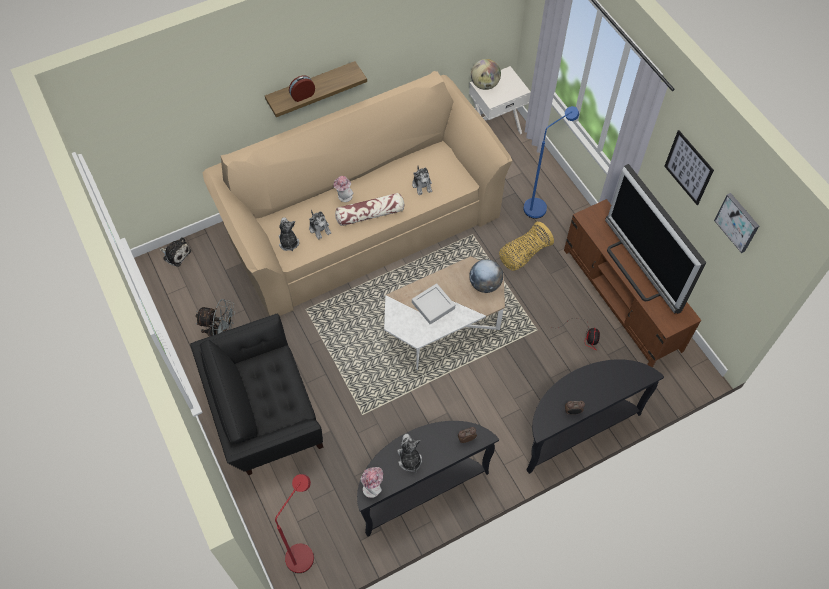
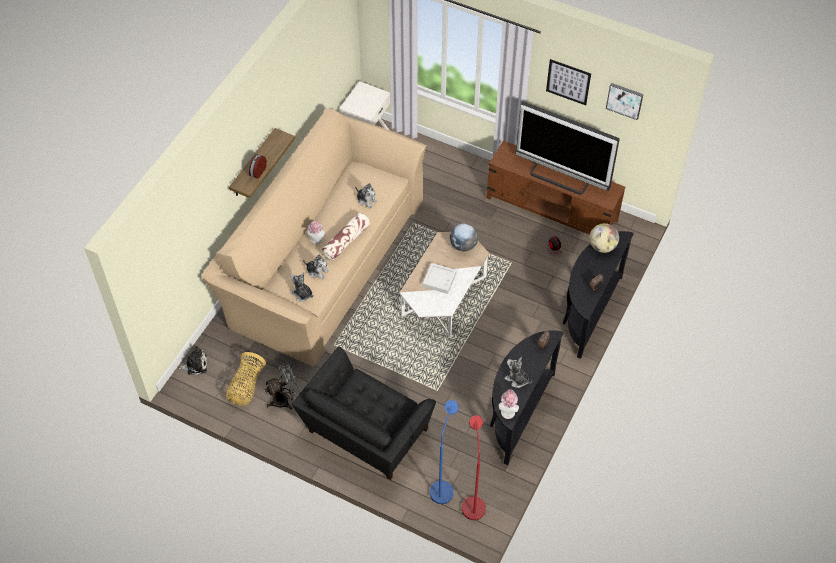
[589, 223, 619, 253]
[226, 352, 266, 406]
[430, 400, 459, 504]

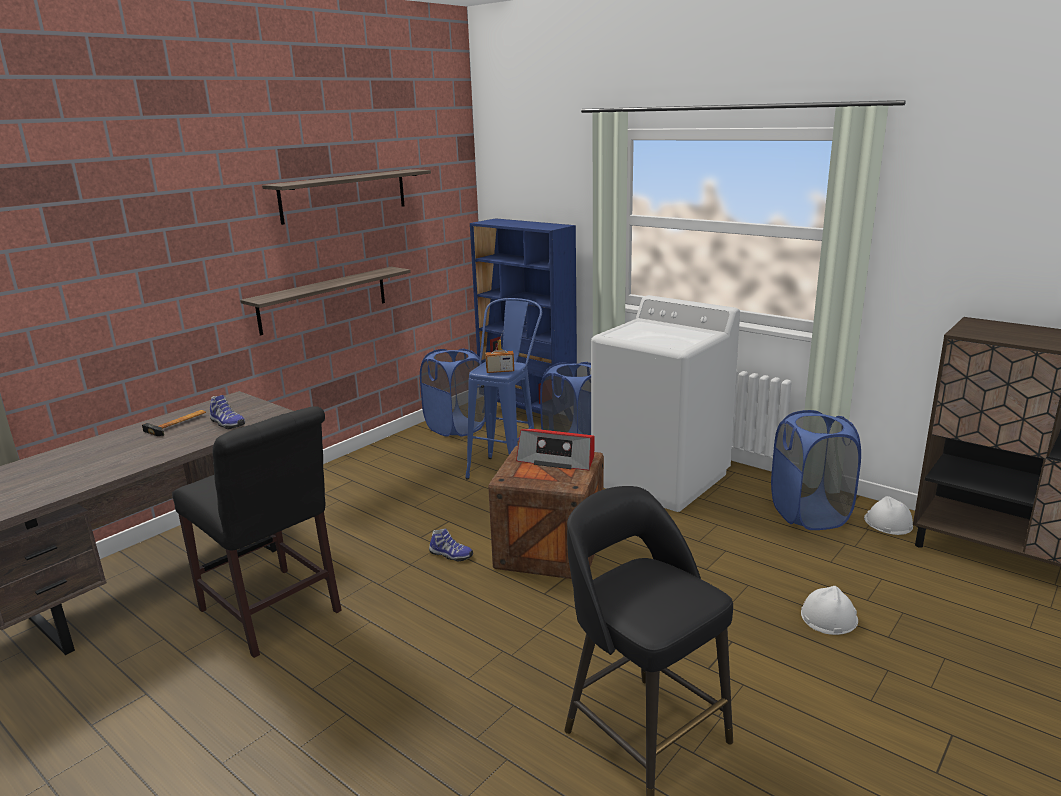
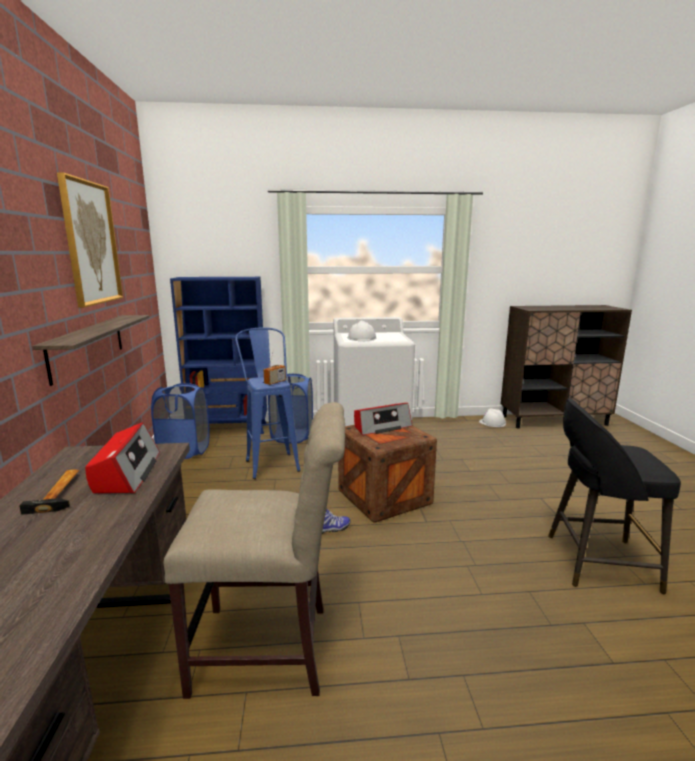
[164, 402, 345, 699]
[85, 422, 160, 493]
[57, 172, 123, 307]
[771, 410, 861, 530] (first image)
[348, 321, 376, 341]

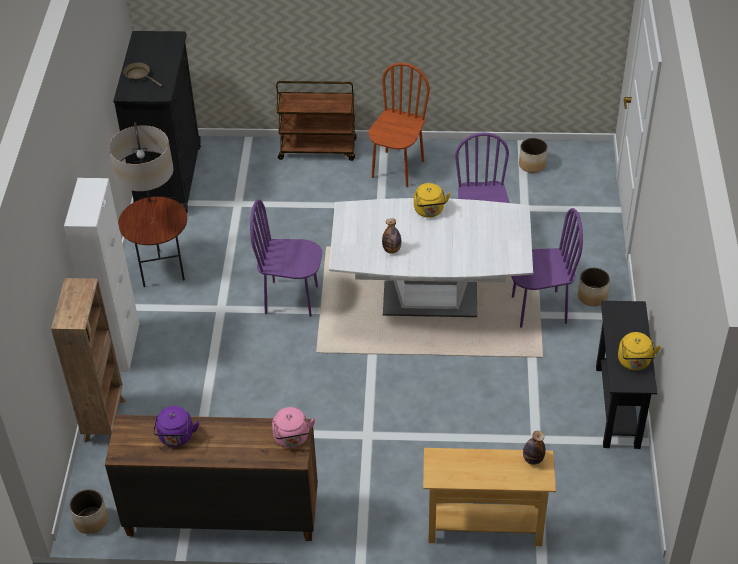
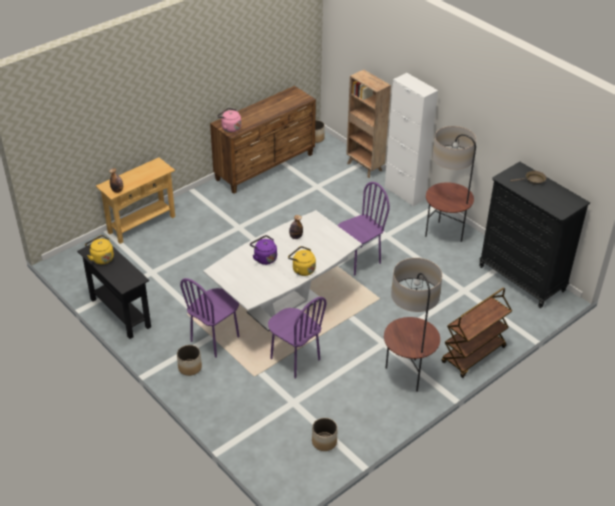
[250, 235, 277, 265]
[384, 258, 442, 392]

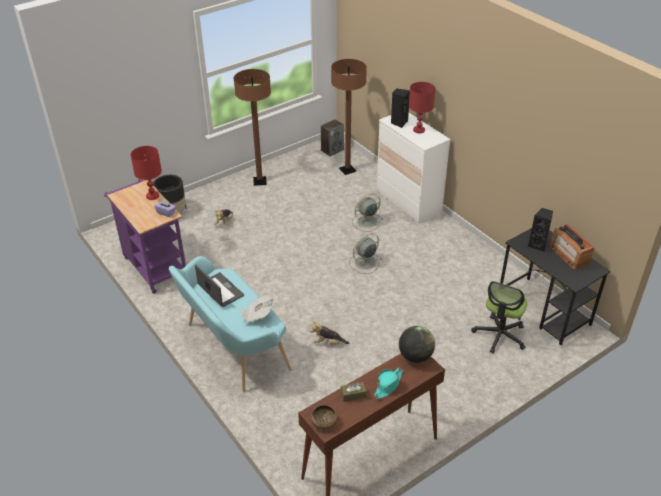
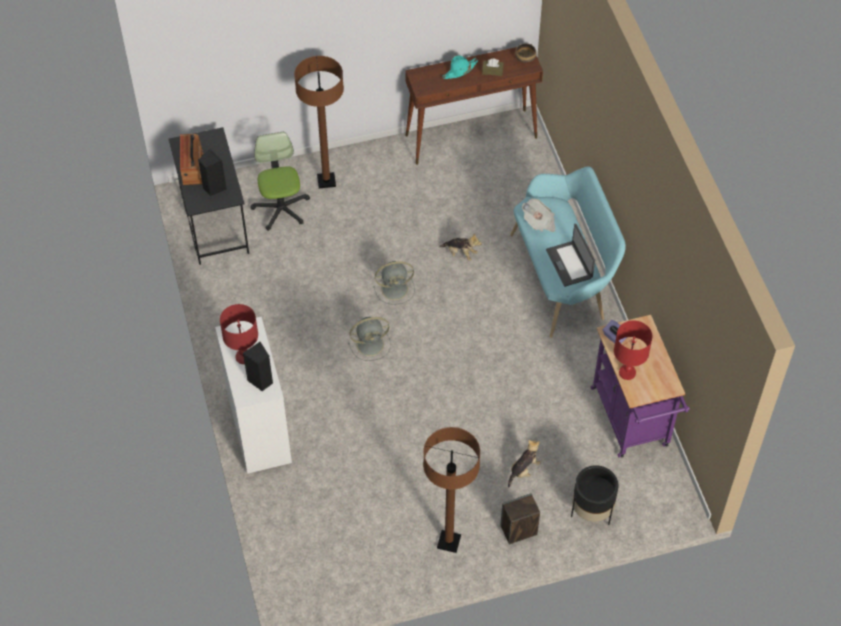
[500, 493, 540, 544]
[294, 56, 344, 189]
[373, 261, 415, 305]
[399, 326, 435, 363] (first image)
[250, 132, 310, 231]

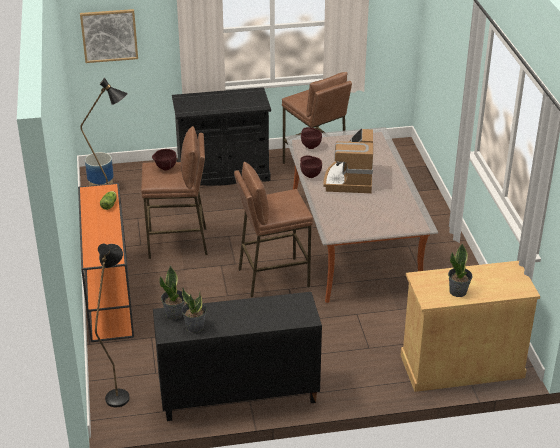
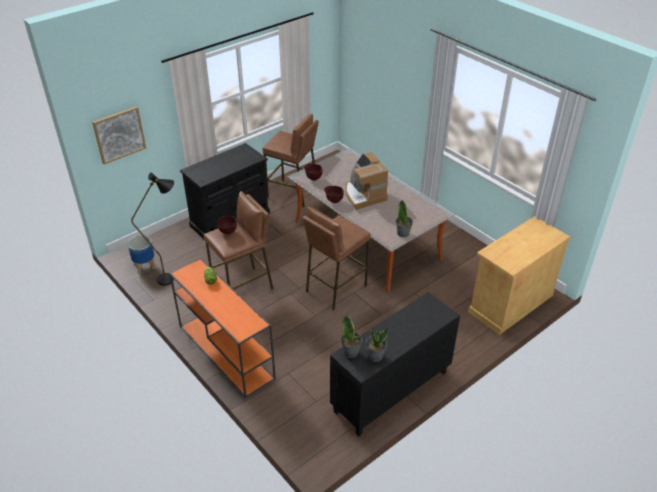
[95, 244, 130, 407] (first image)
[396, 200, 413, 237]

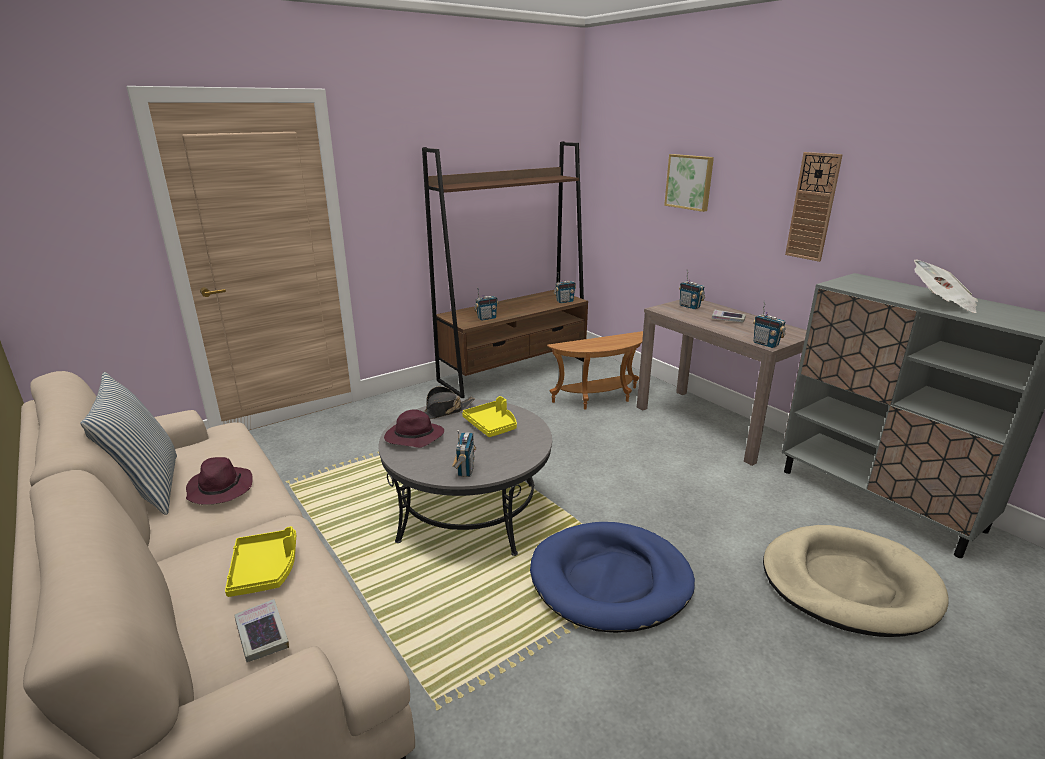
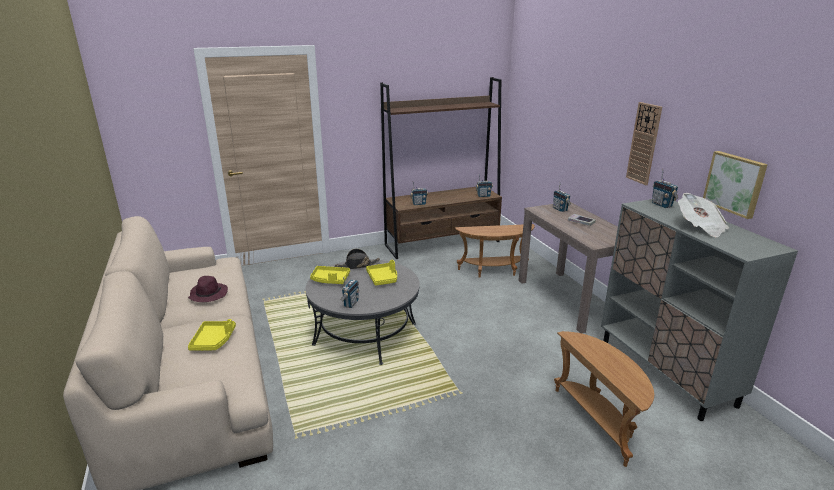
[80, 372, 177, 515] (first image)
[234, 599, 289, 662] (first image)
[310, 266, 350, 284]
[530, 522, 695, 633] (first image)
[703, 151, 768, 219]
[652, 169, 678, 208]
[554, 331, 654, 467]

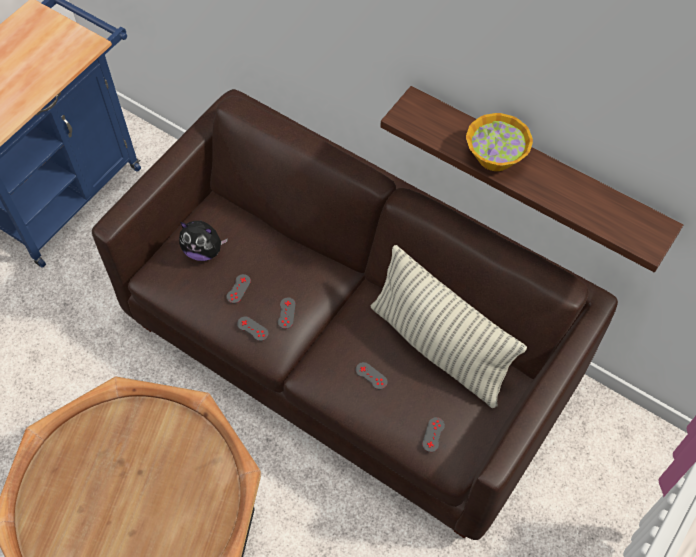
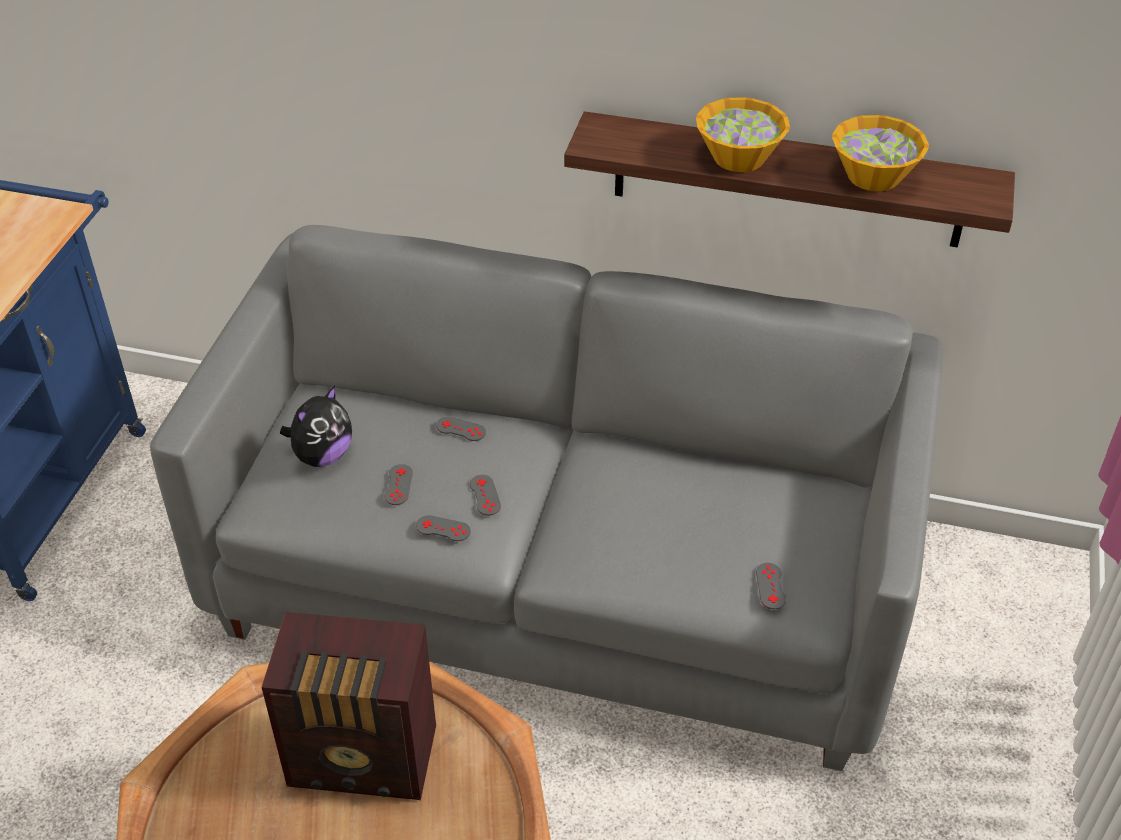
[150, 225, 943, 771]
[280, 385, 352, 467]
[436, 417, 486, 441]
[371, 245, 527, 408] (first image)
[261, 612, 436, 800]
[832, 115, 929, 191]

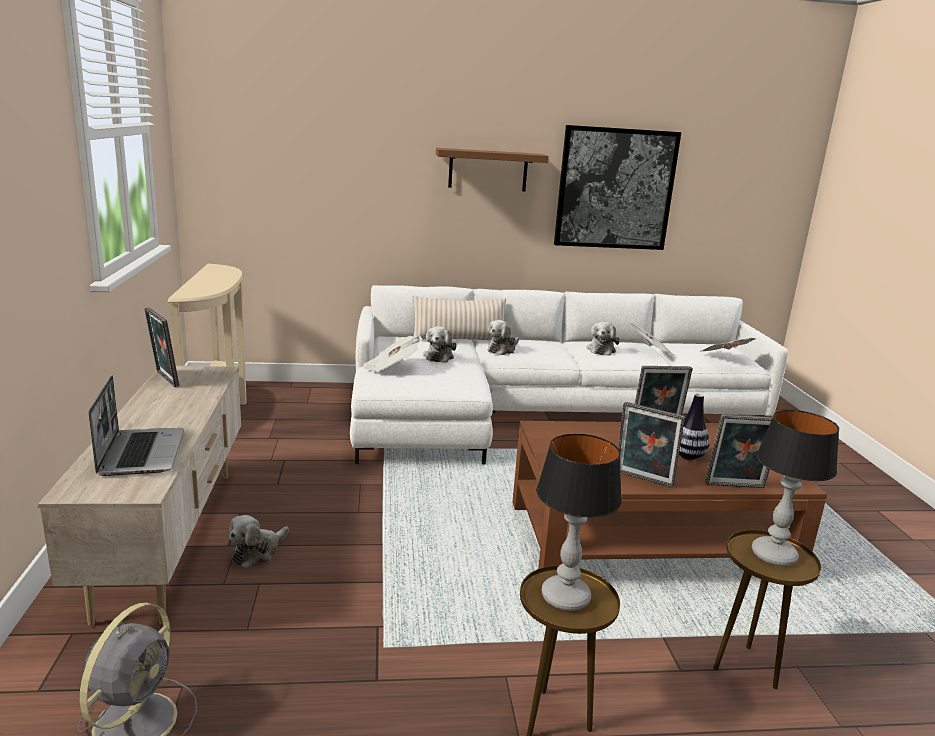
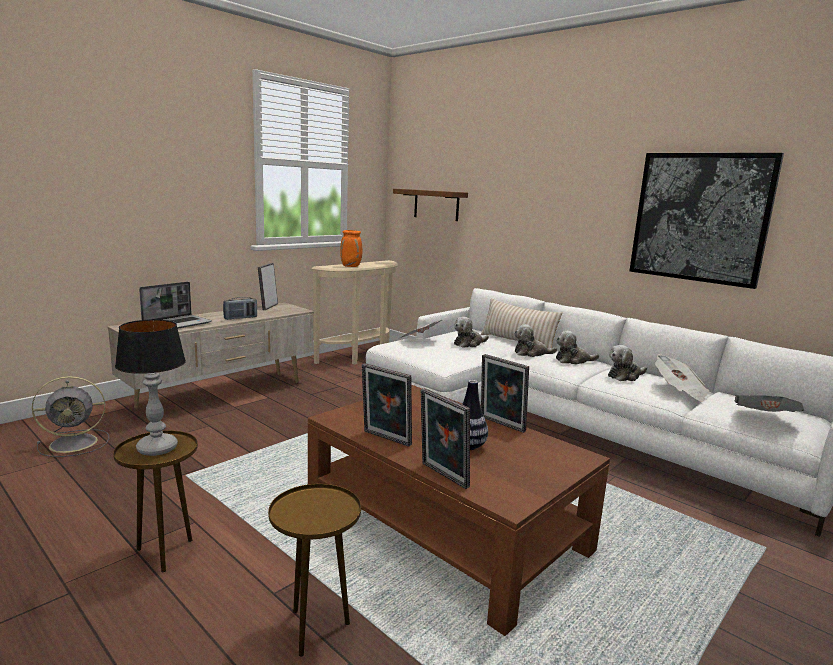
[556, 331, 599, 365]
[393, 189, 468, 221]
[362, 363, 412, 447]
[752, 410, 839, 566] (first image)
[223, 297, 257, 320]
[340, 230, 362, 267]

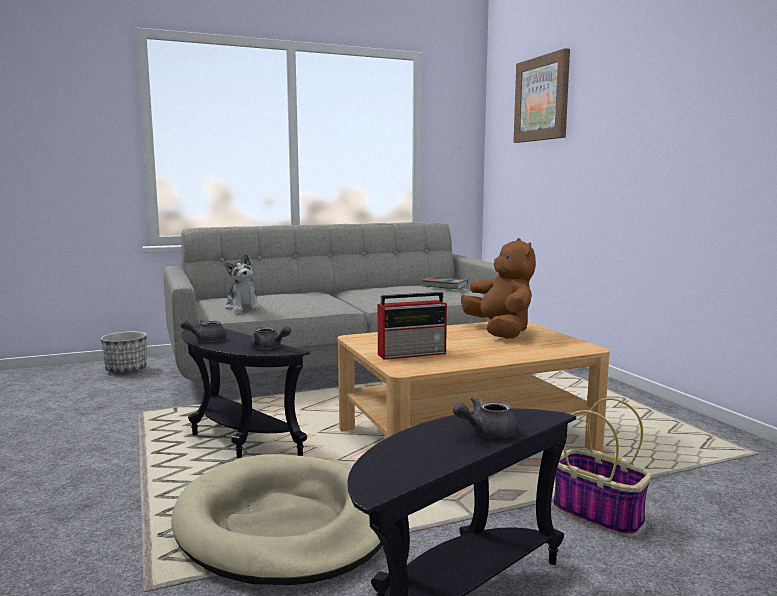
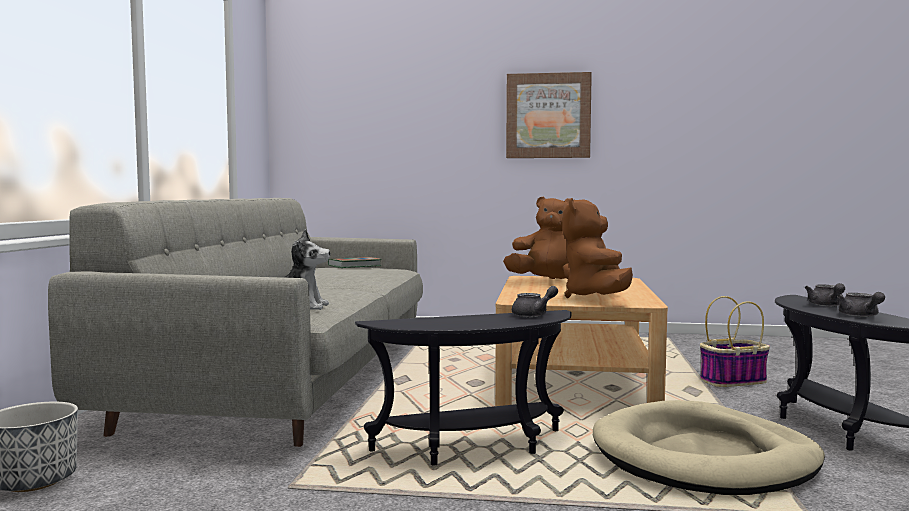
[837, 292, 885, 317]
[562, 198, 633, 298]
[506, 72, 592, 158]

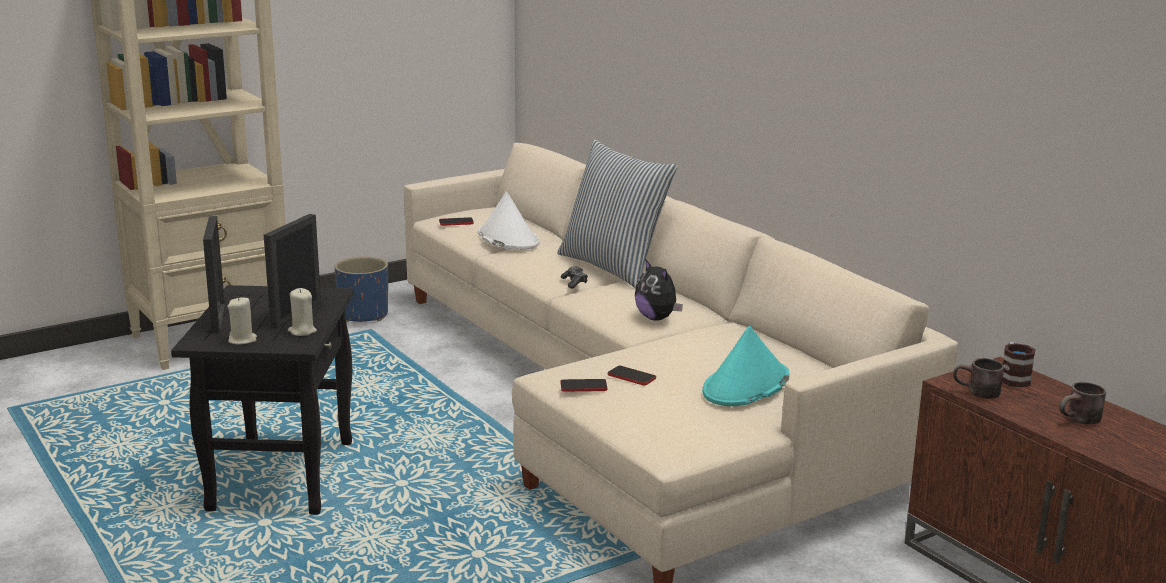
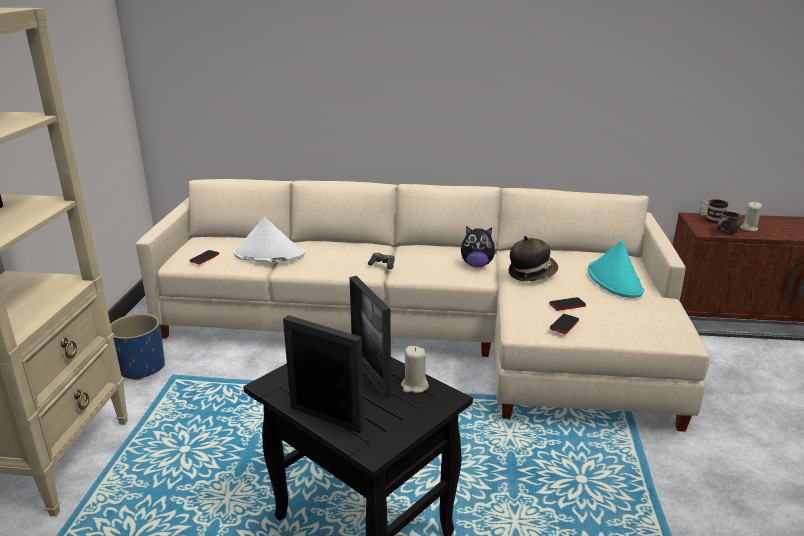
[740, 202, 762, 232]
[557, 140, 678, 289] (first image)
[1059, 382, 1106, 424] (first image)
[509, 236, 558, 281]

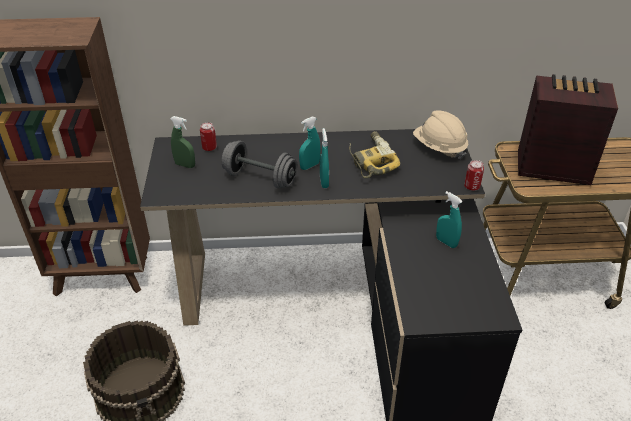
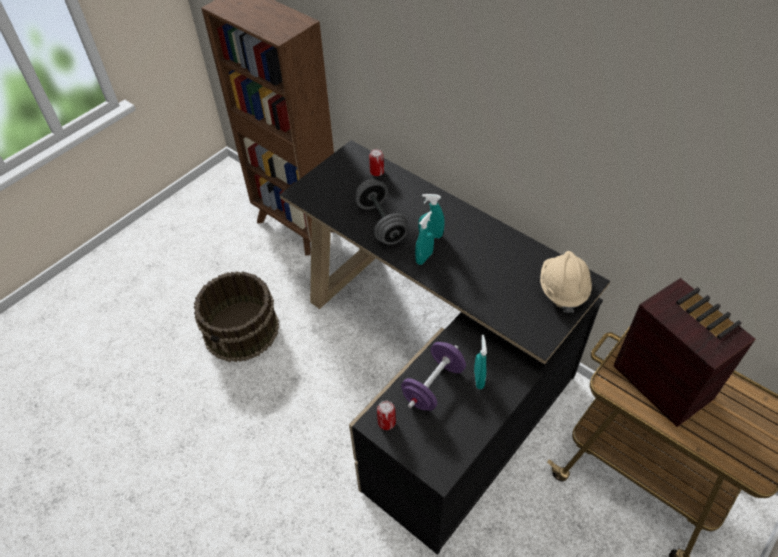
[170, 116, 195, 168] (first image)
[349, 131, 400, 178] (first image)
[377, 400, 396, 430]
[401, 342, 466, 411]

